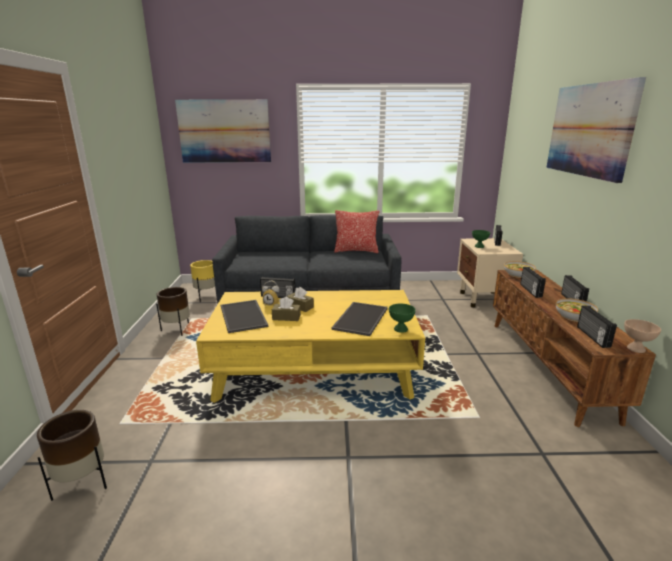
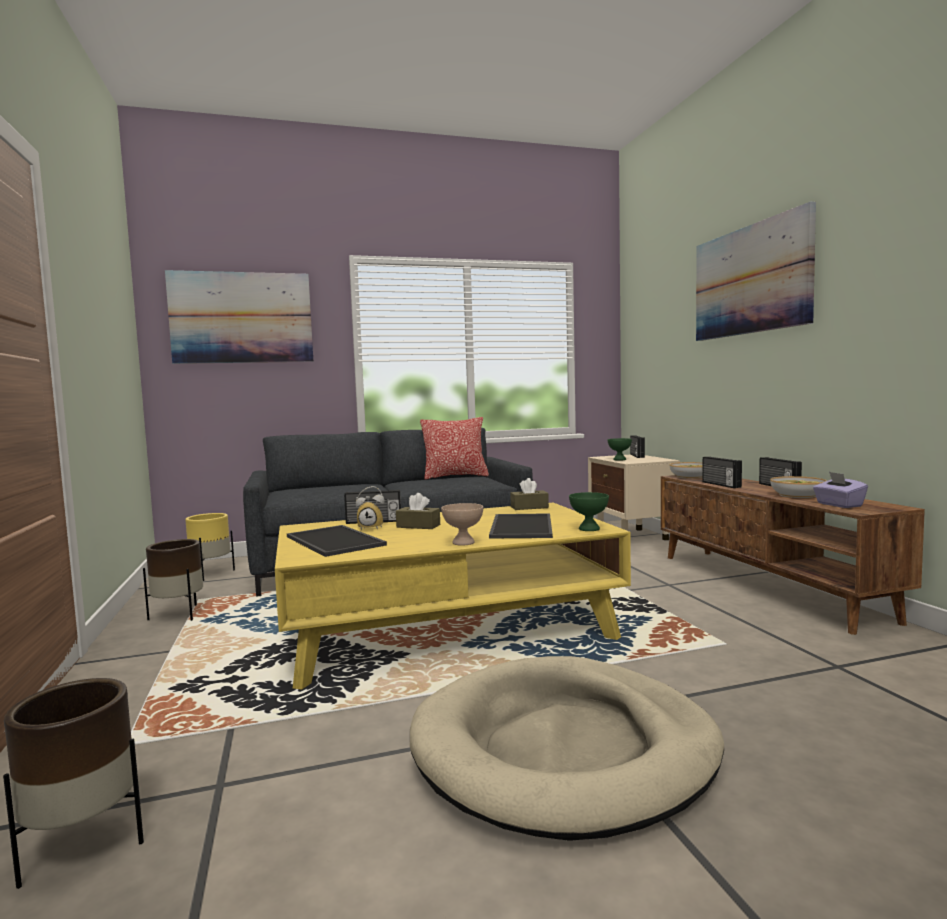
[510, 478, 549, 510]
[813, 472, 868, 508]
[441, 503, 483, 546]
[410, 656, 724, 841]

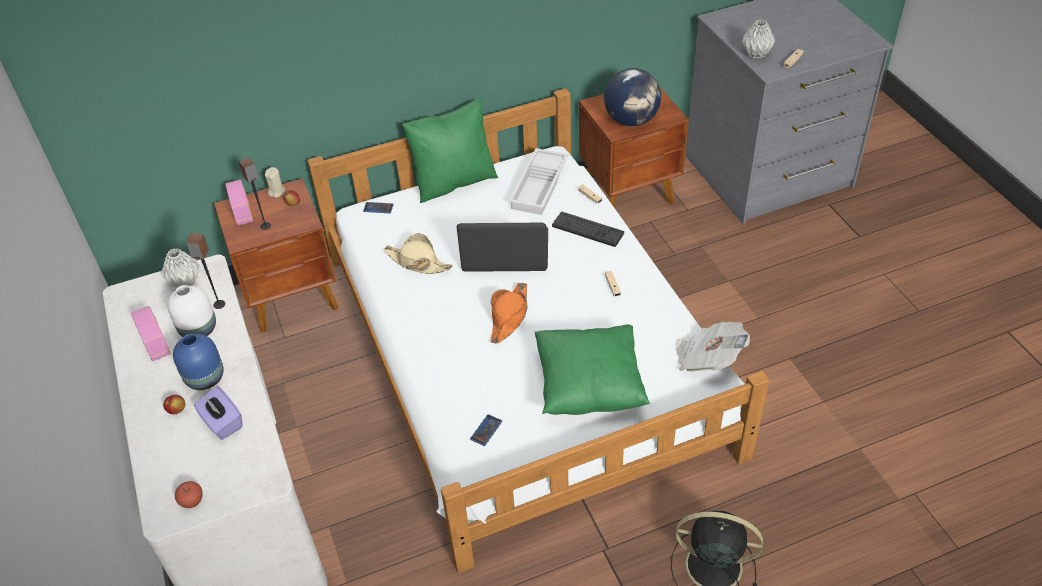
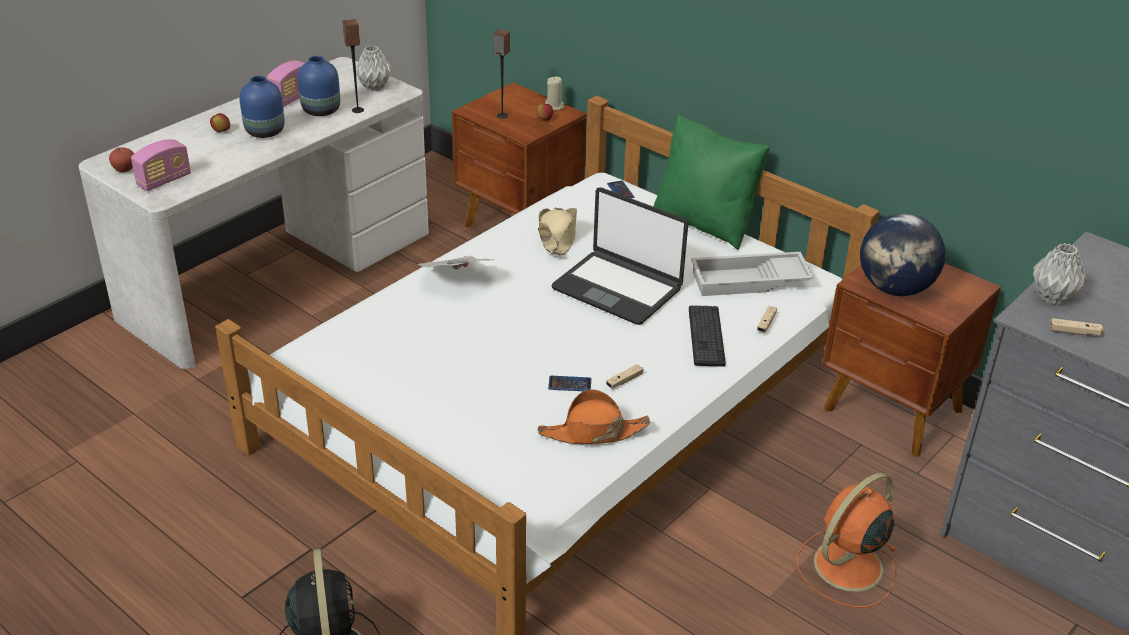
[298, 56, 340, 116]
[194, 386, 243, 440] (first image)
[131, 139, 191, 191]
[551, 188, 688, 325]
[548, 376, 591, 391]
[538, 389, 650, 444]
[535, 324, 650, 415] (first image)
[418, 256, 492, 269]
[797, 473, 897, 608]

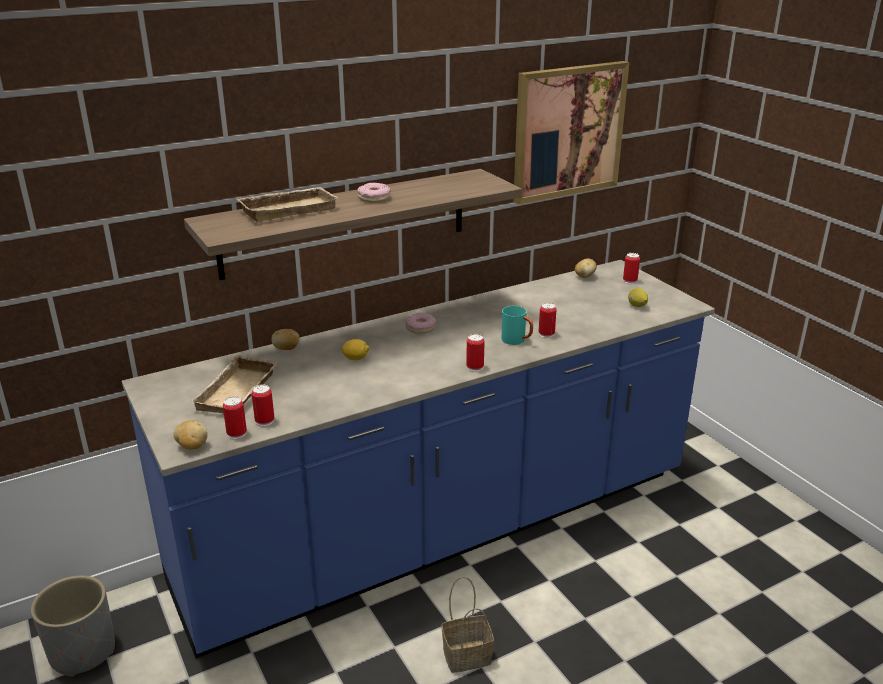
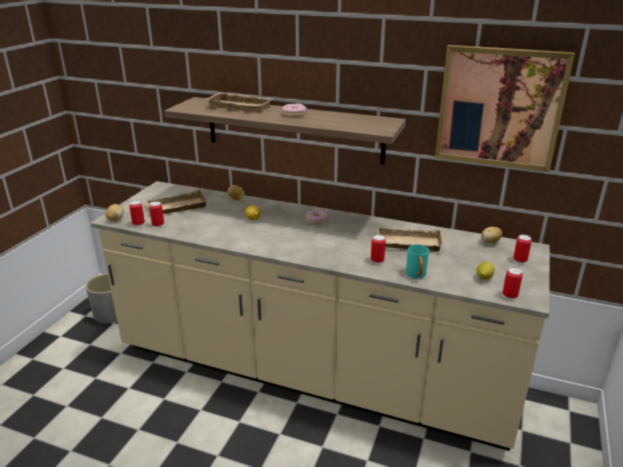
[91, 181, 550, 451]
[441, 577, 494, 673] (first image)
[503, 267, 523, 300]
[406, 244, 429, 279]
[377, 226, 444, 252]

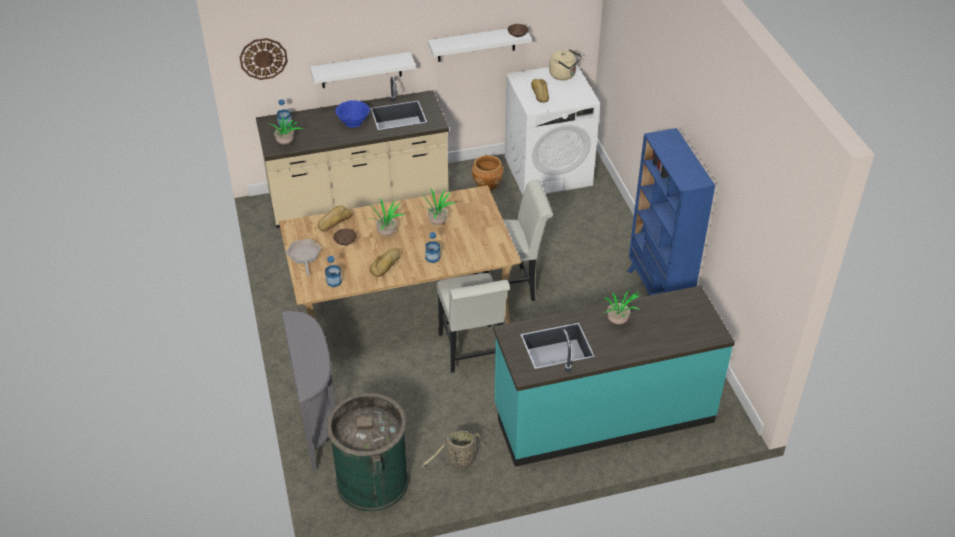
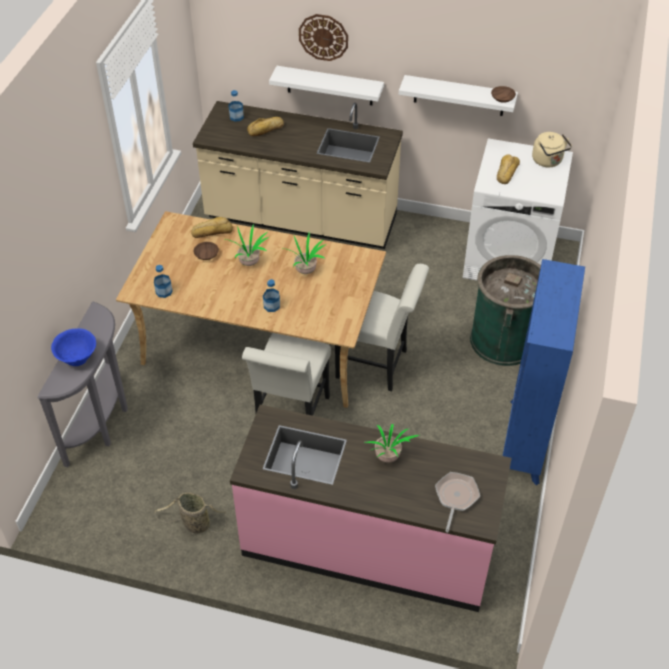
[299, 14, 348, 61]
[267, 117, 304, 145] (first image)
[435, 472, 480, 532]
[470, 255, 541, 366]
[51, 328, 96, 366]
[247, 117, 284, 136]
[472, 155, 503, 190] (first image)
[230, 405, 512, 612]

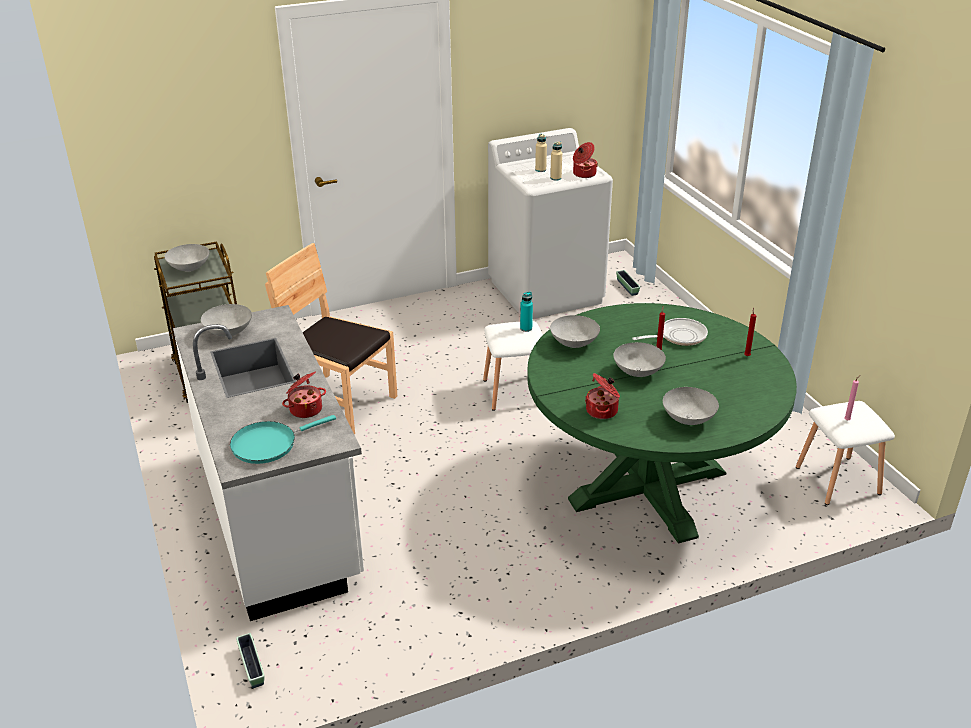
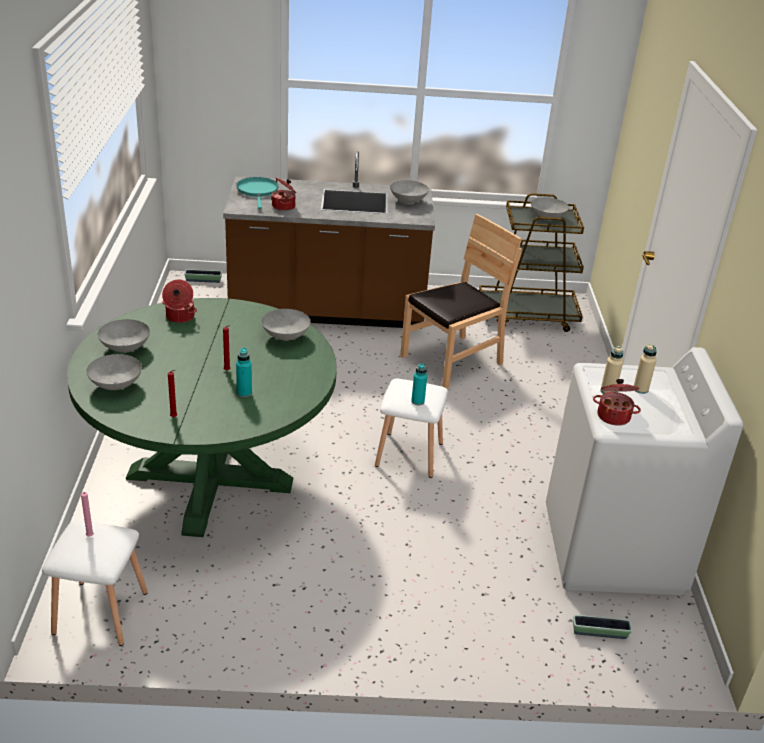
[223, 151, 435, 328]
[86, 354, 142, 390]
[236, 348, 252, 397]

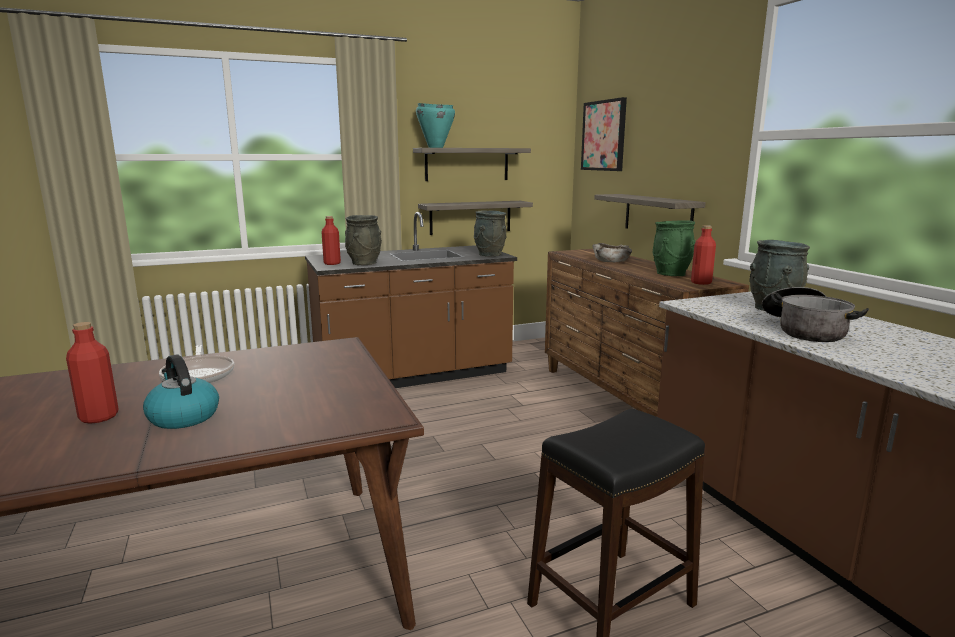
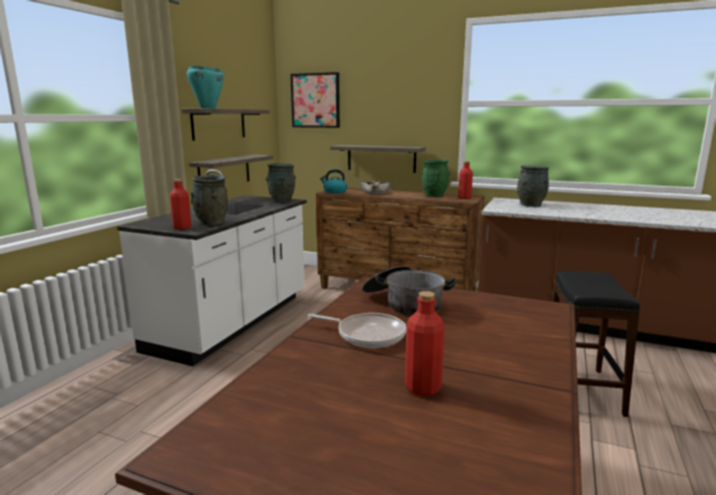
[320, 169, 347, 193]
[117, 169, 307, 366]
[362, 266, 457, 316]

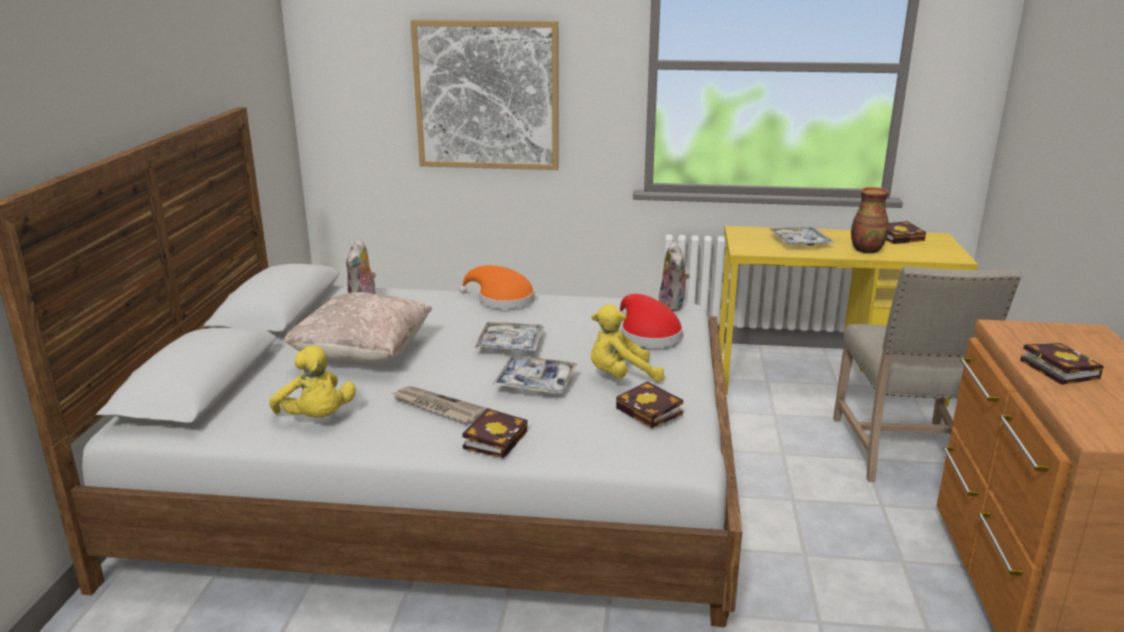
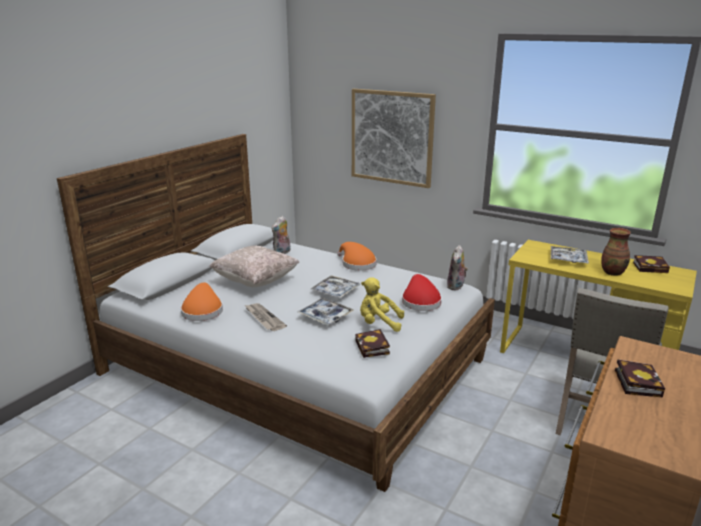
[181, 282, 223, 321]
[463, 408, 527, 458] (first image)

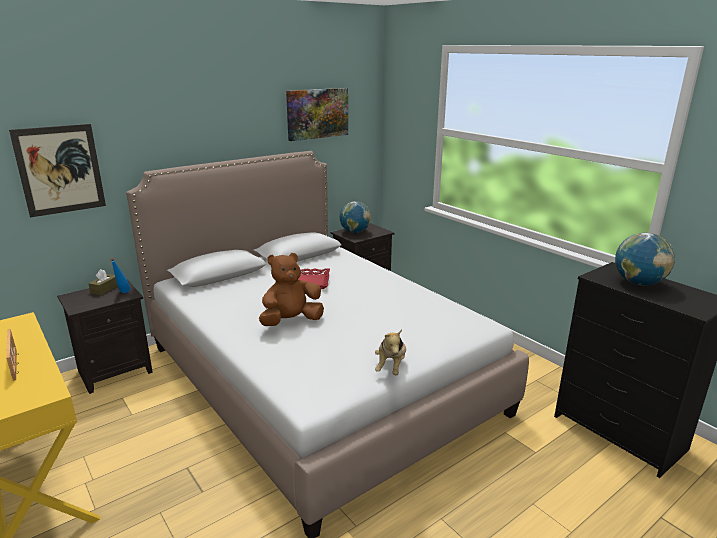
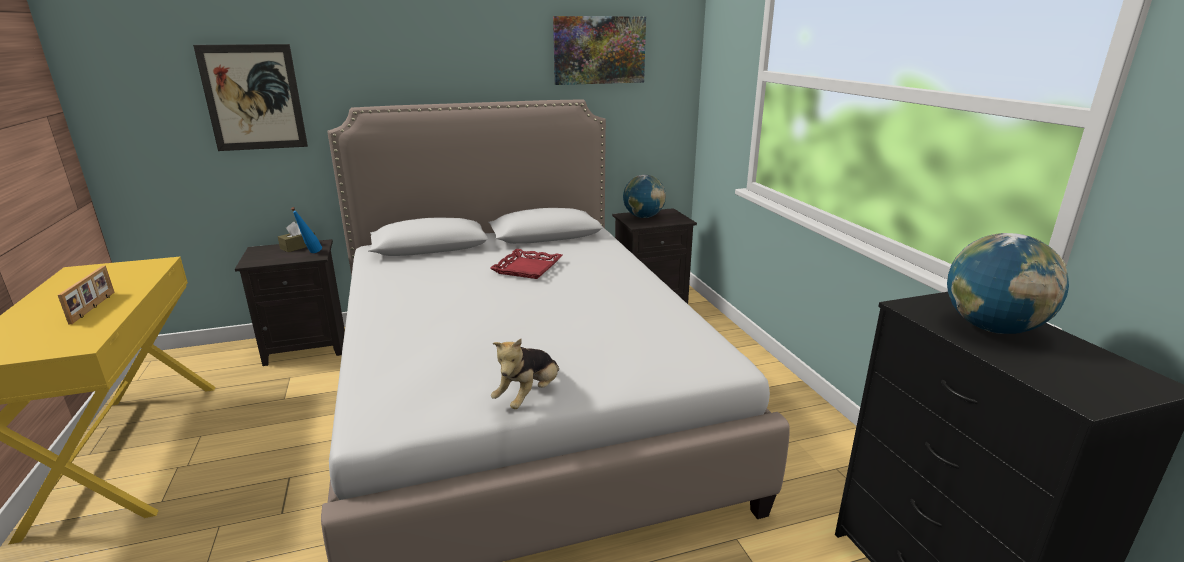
[259, 253, 324, 326] (first image)

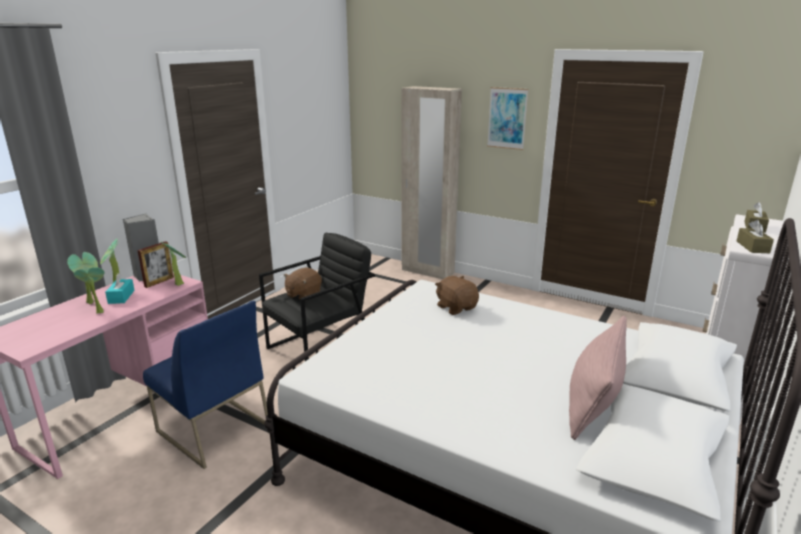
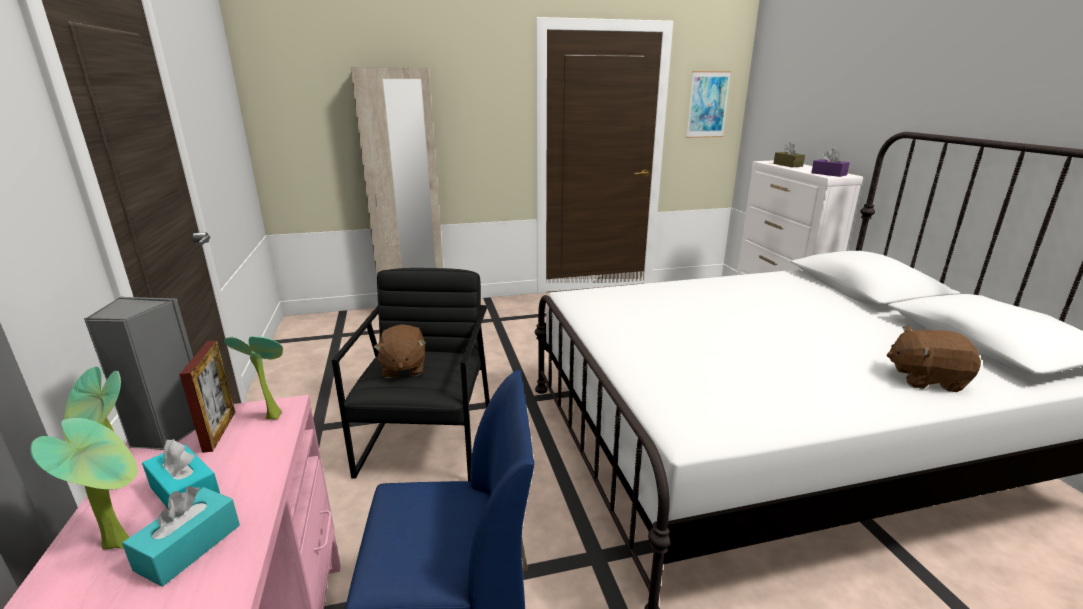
[122, 486, 240, 587]
[887, 326, 981, 392]
[686, 71, 731, 138]
[569, 316, 627, 440] (first image)
[811, 149, 850, 177]

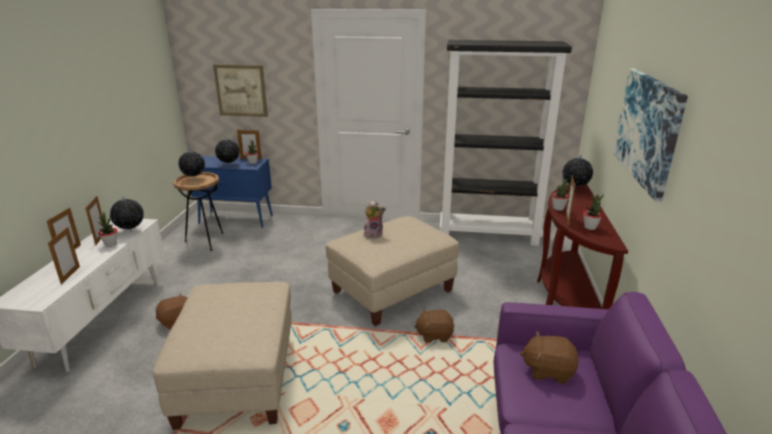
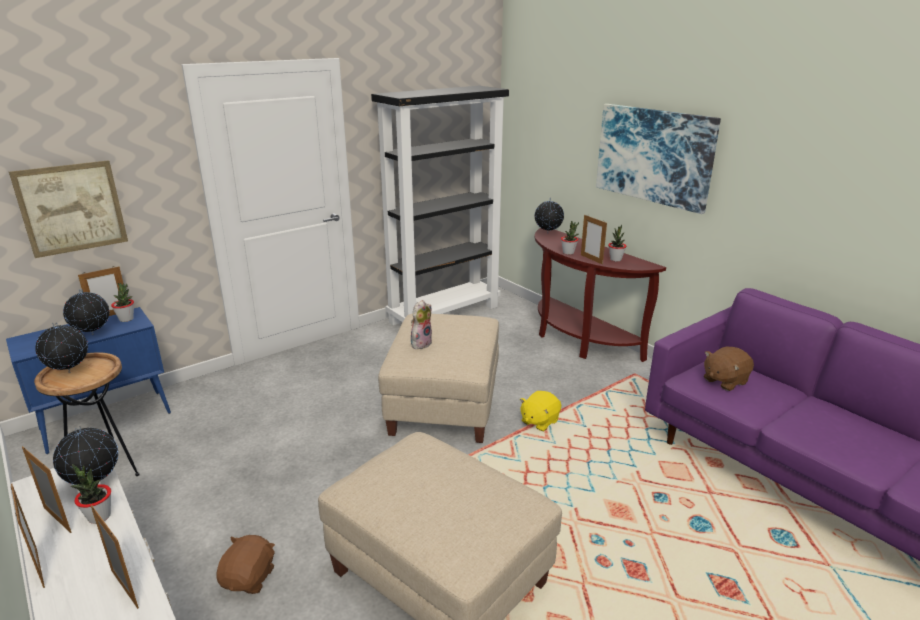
[520, 391, 561, 432]

